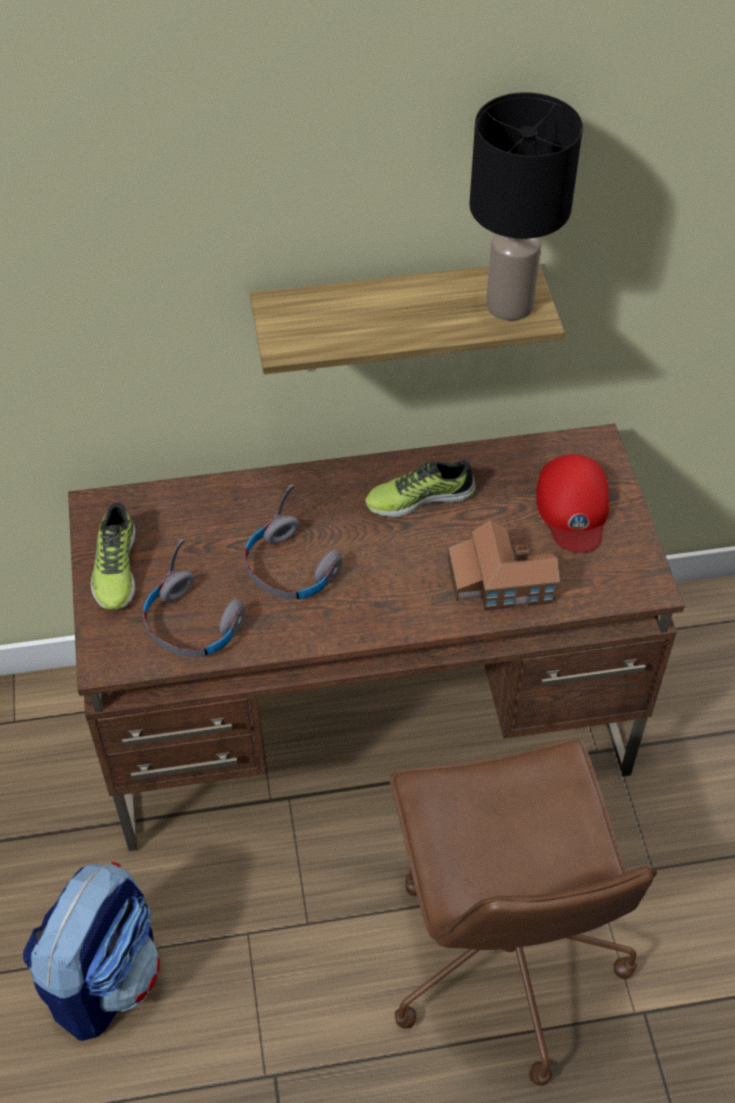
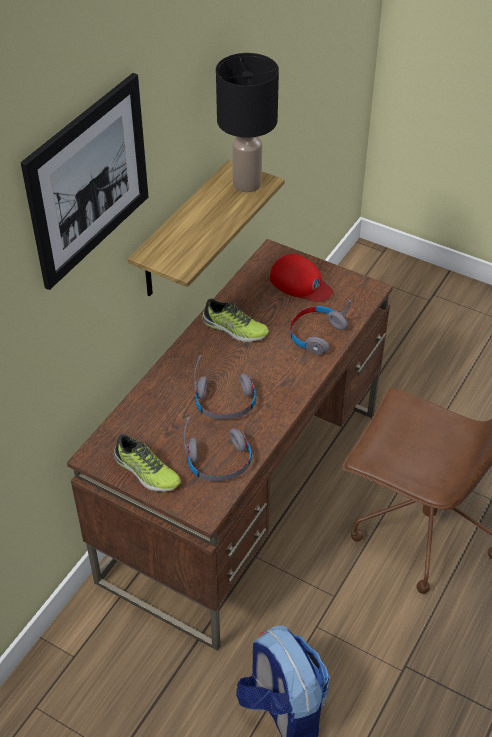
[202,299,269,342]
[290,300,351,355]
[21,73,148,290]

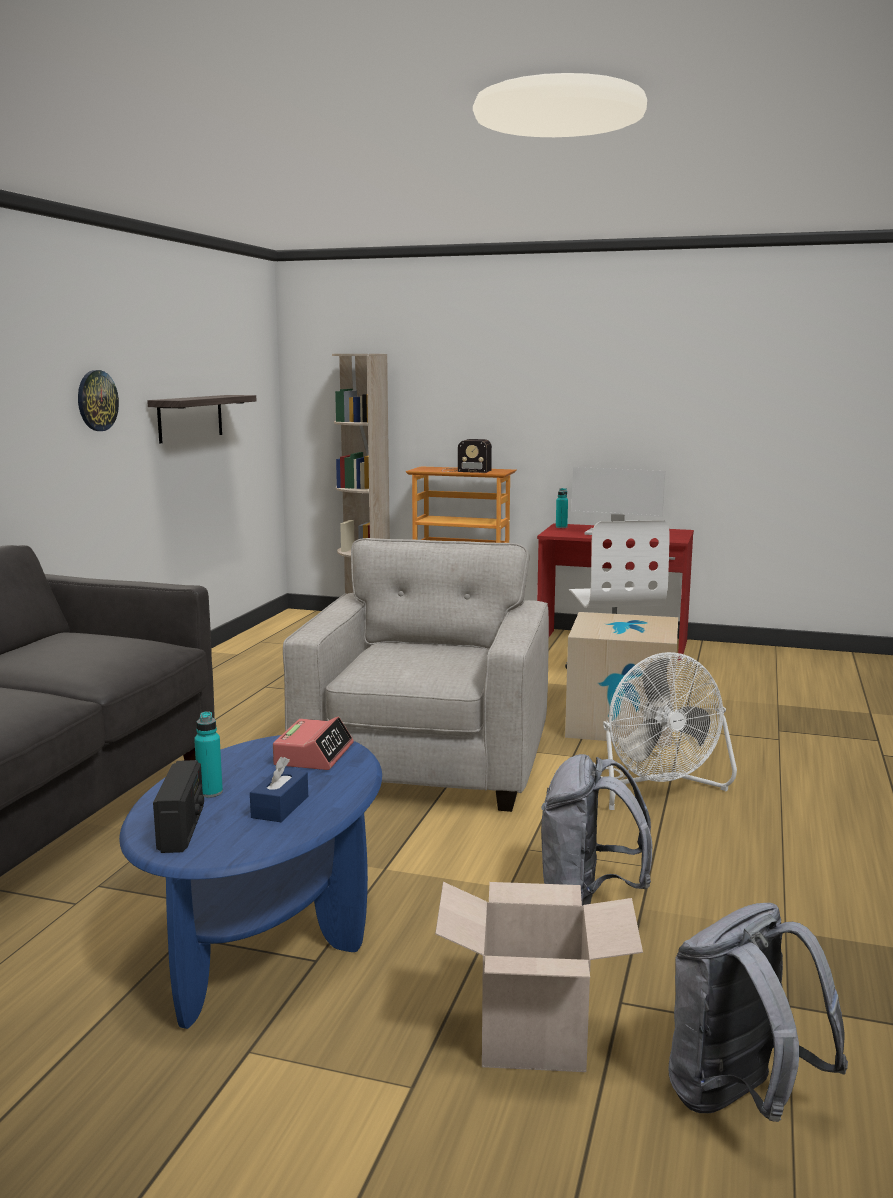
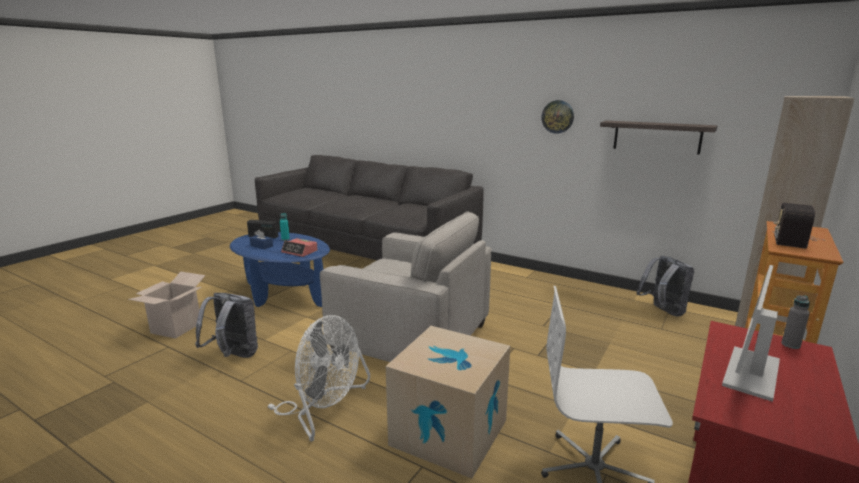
[781,295,810,349]
[268,315,370,442]
[637,256,694,317]

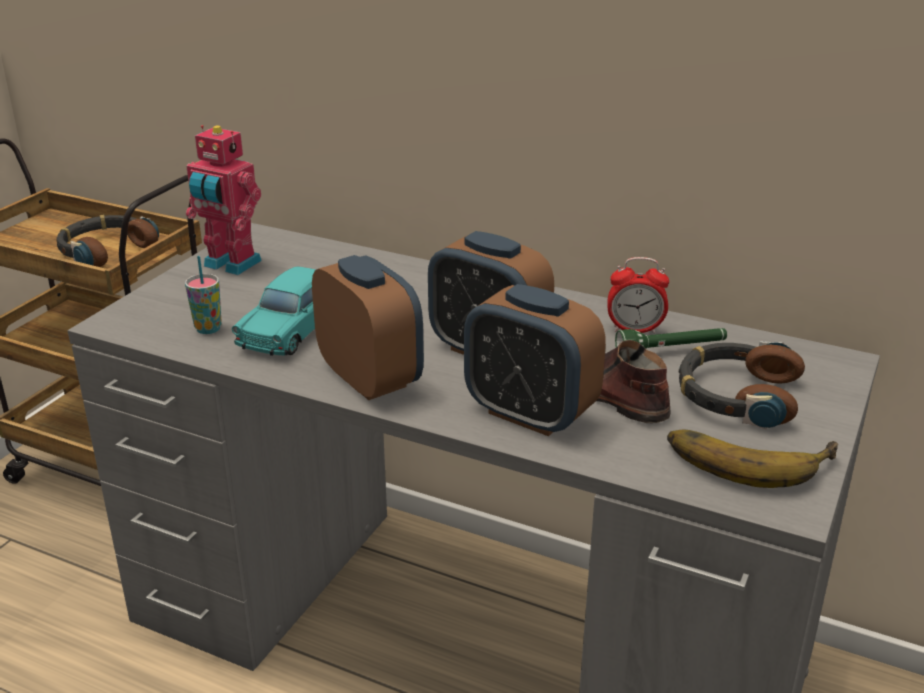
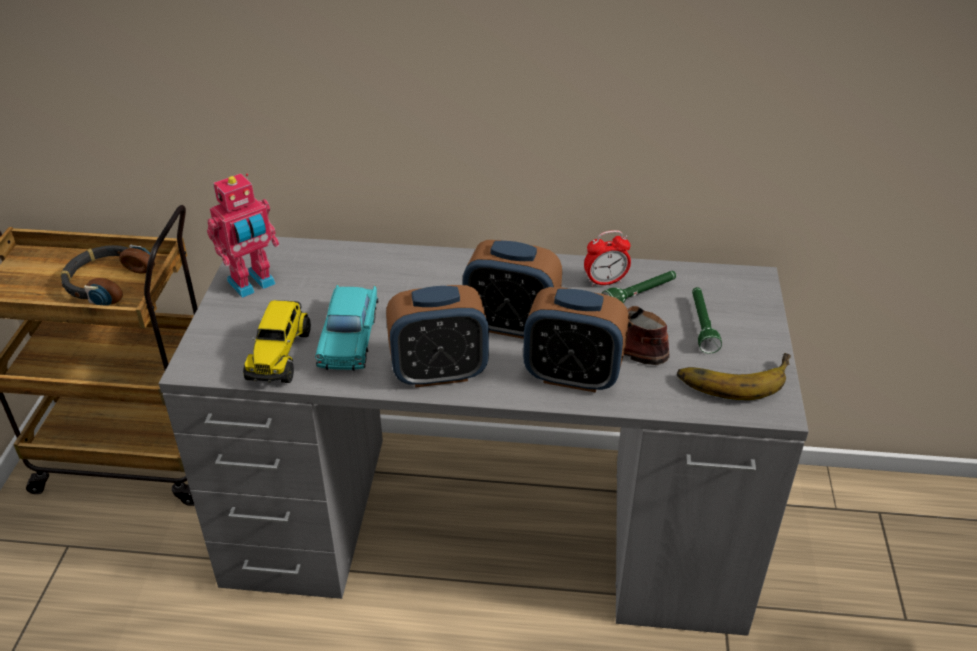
[243,300,311,383]
[207,173,279,298]
[386,285,489,387]
[692,287,722,354]

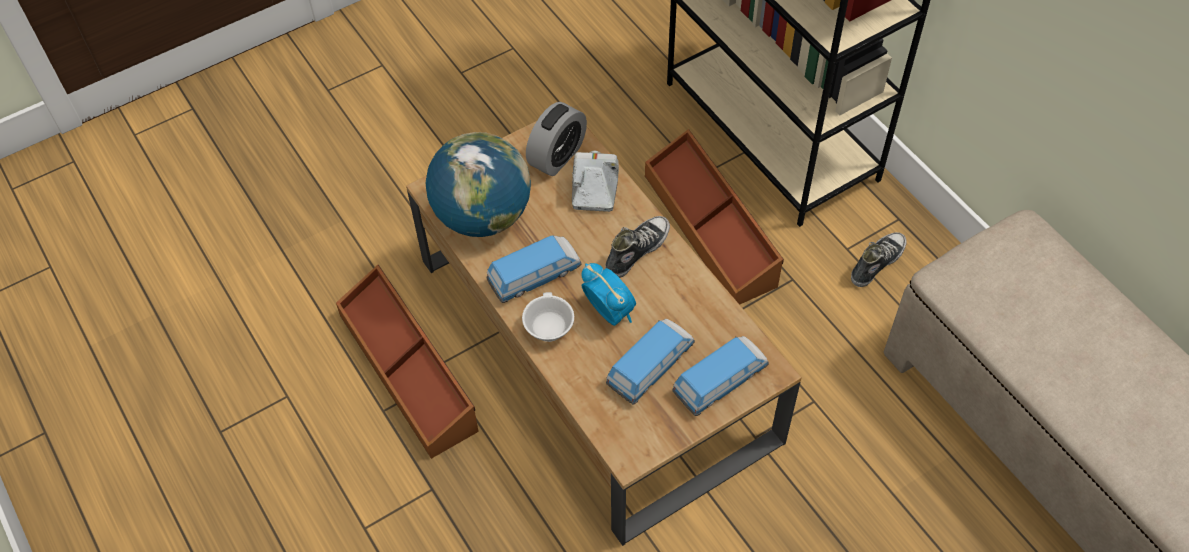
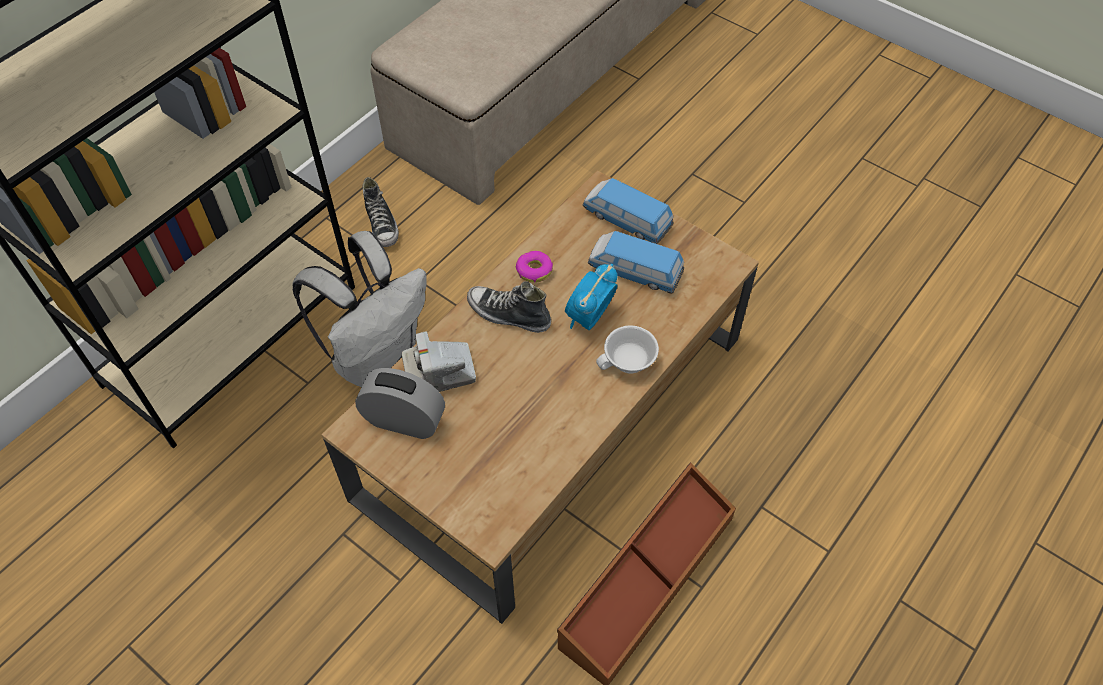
[426,132,531,237] (first image)
[487,235,582,303] (first image)
[293,231,427,387]
[362,177,399,247]
[516,251,553,283]

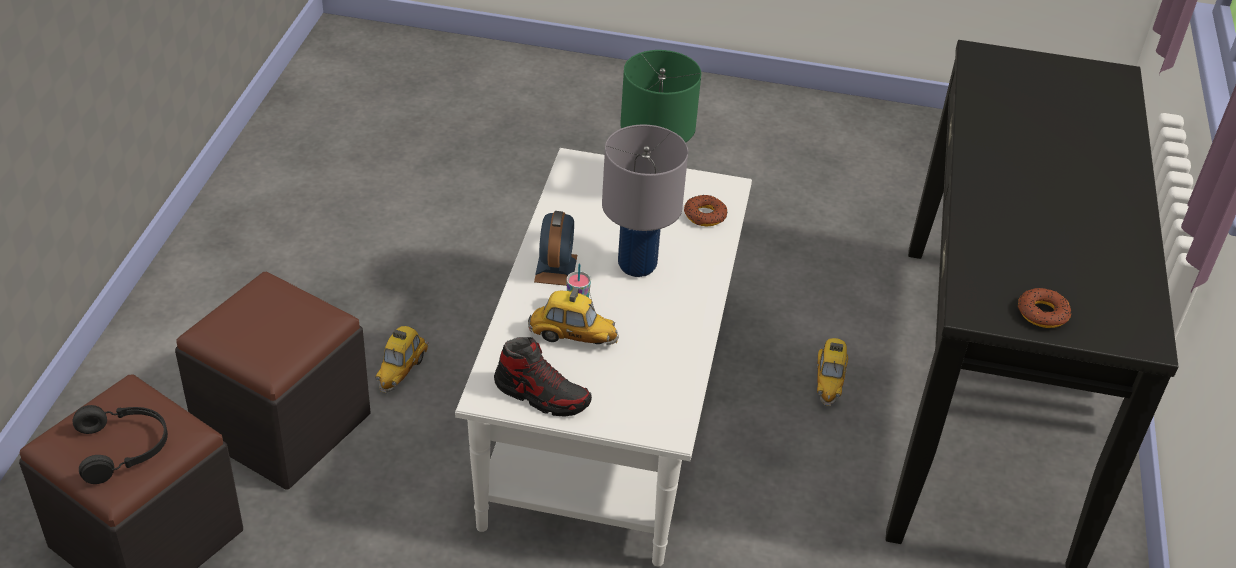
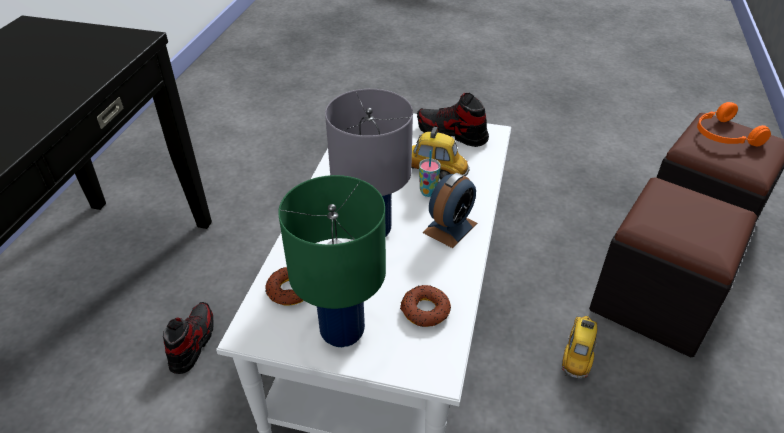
[697,102,771,146]
[423,173,477,248]
[163,302,214,374]
[400,285,451,327]

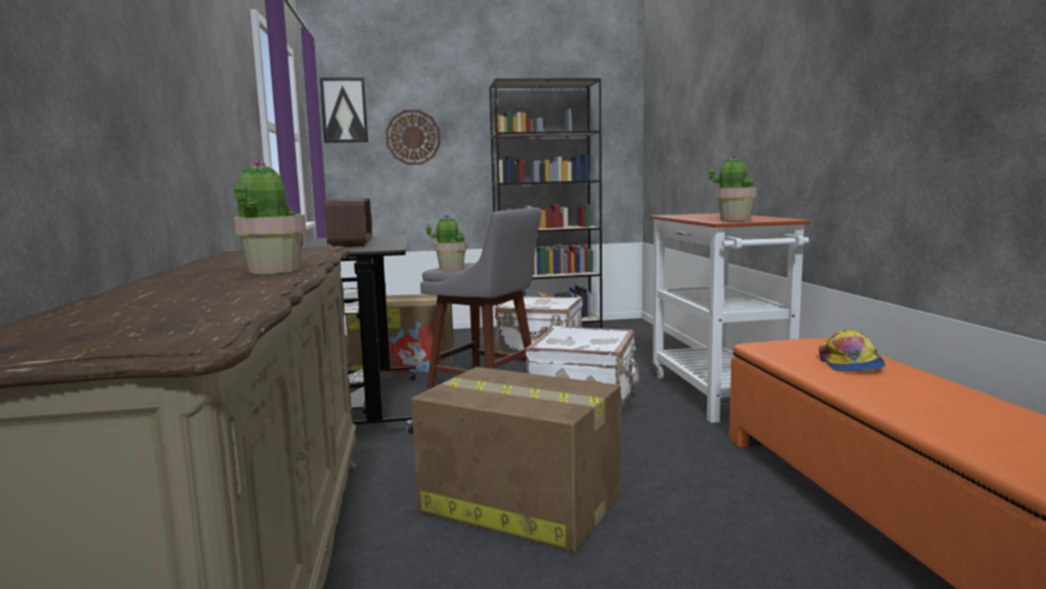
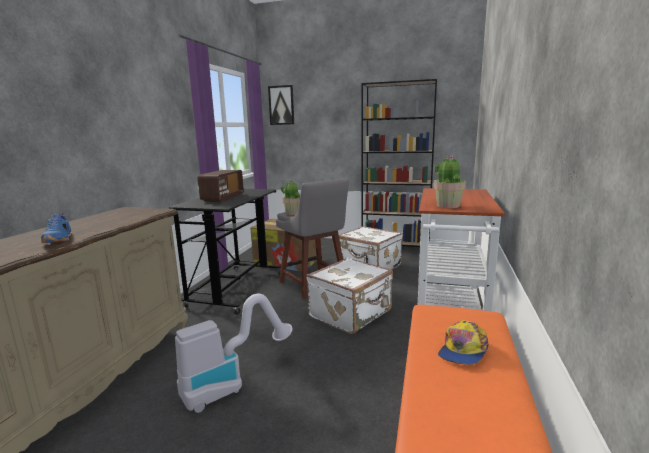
[41,213,72,243]
[386,110,441,165] (first image)
[175,294,293,413]

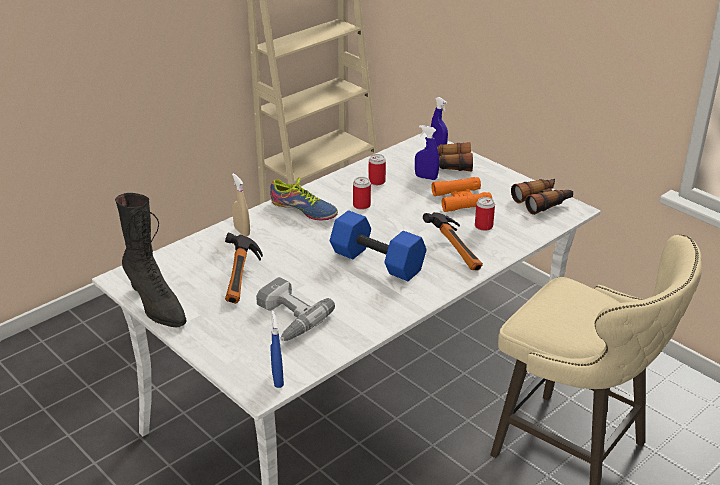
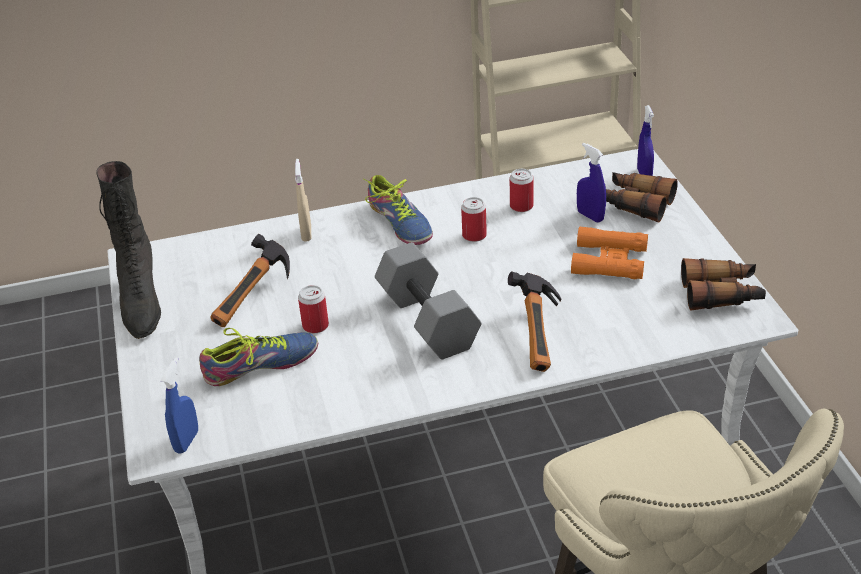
[199,328,318,386]
[375,242,481,359]
[298,285,329,333]

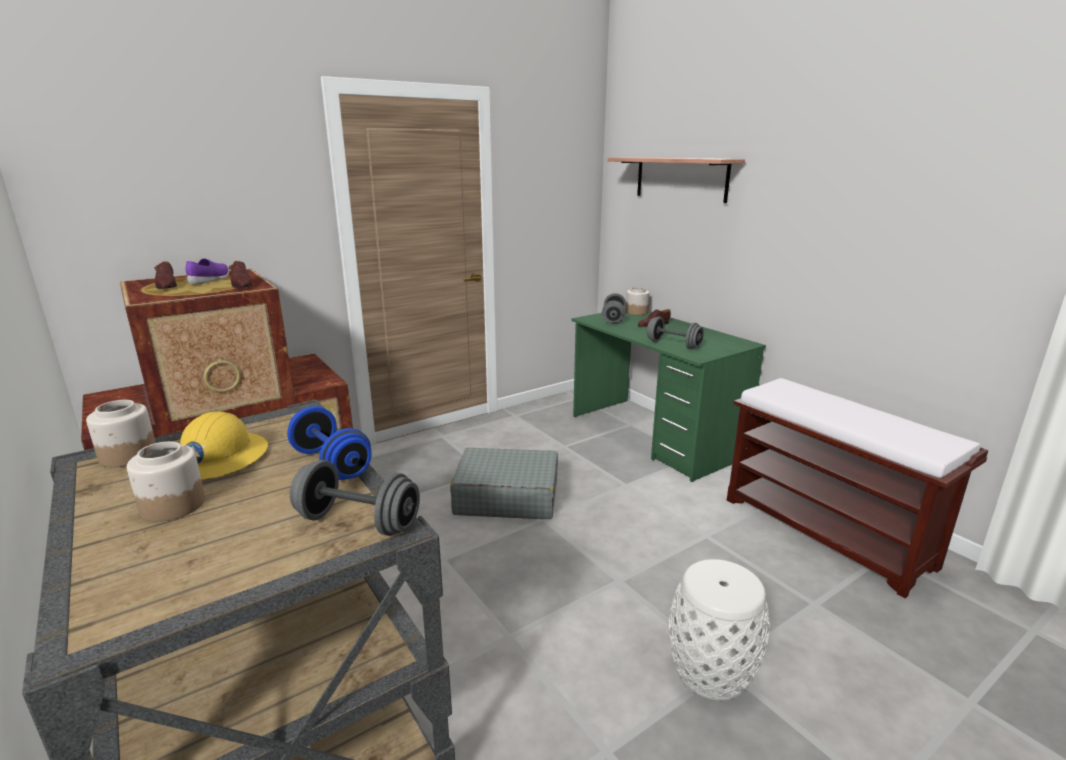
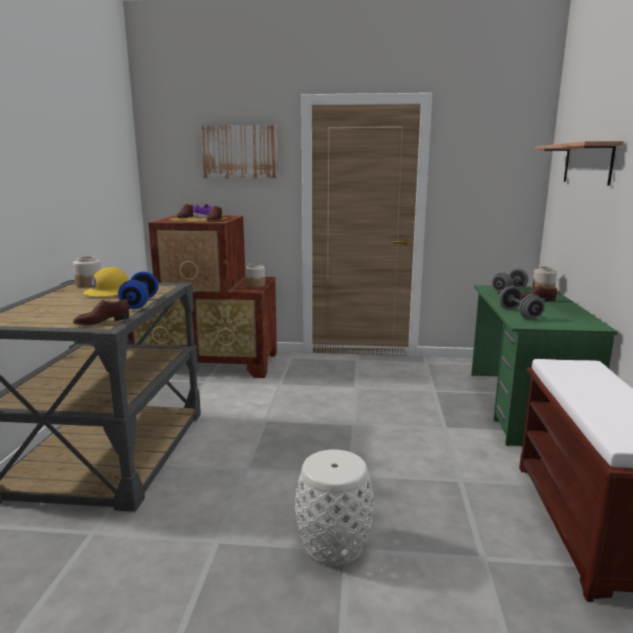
[245,263,265,287]
[73,299,129,325]
[450,448,558,519] (first image)
[201,125,278,178]

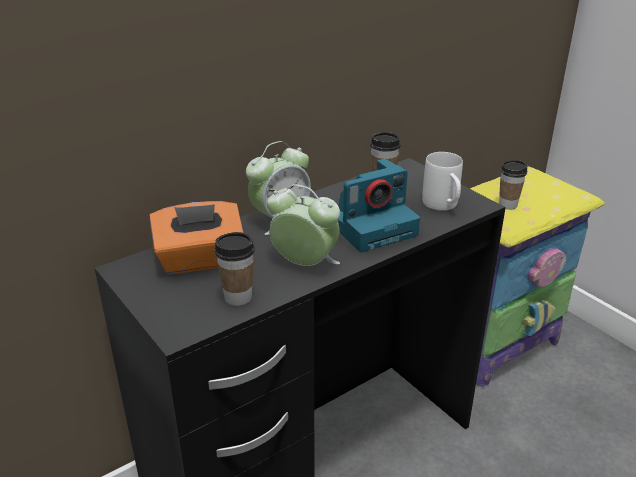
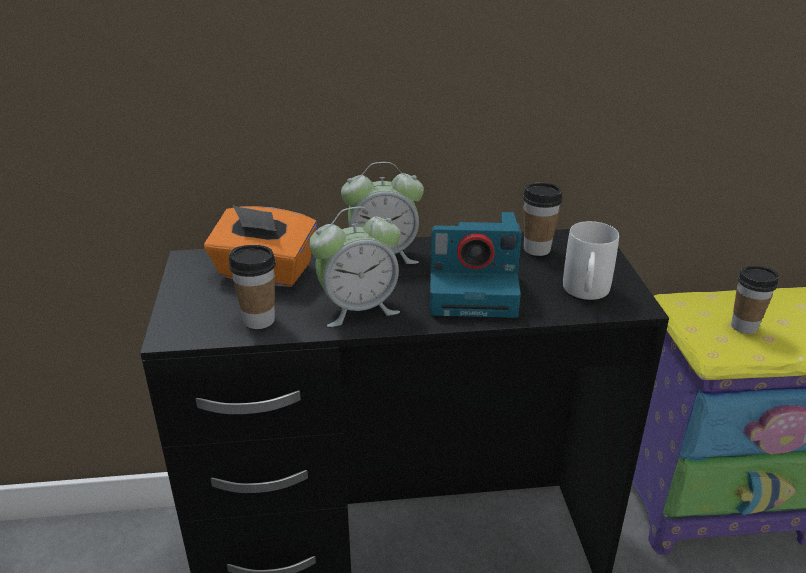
[309,207,400,327]

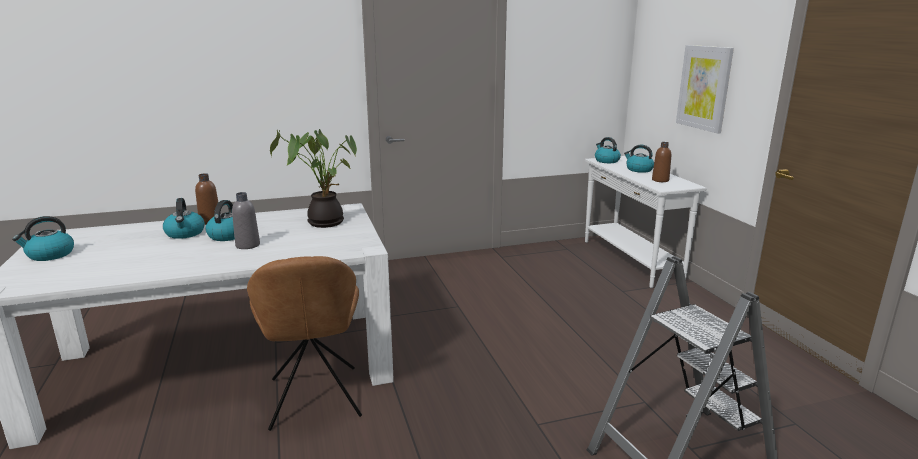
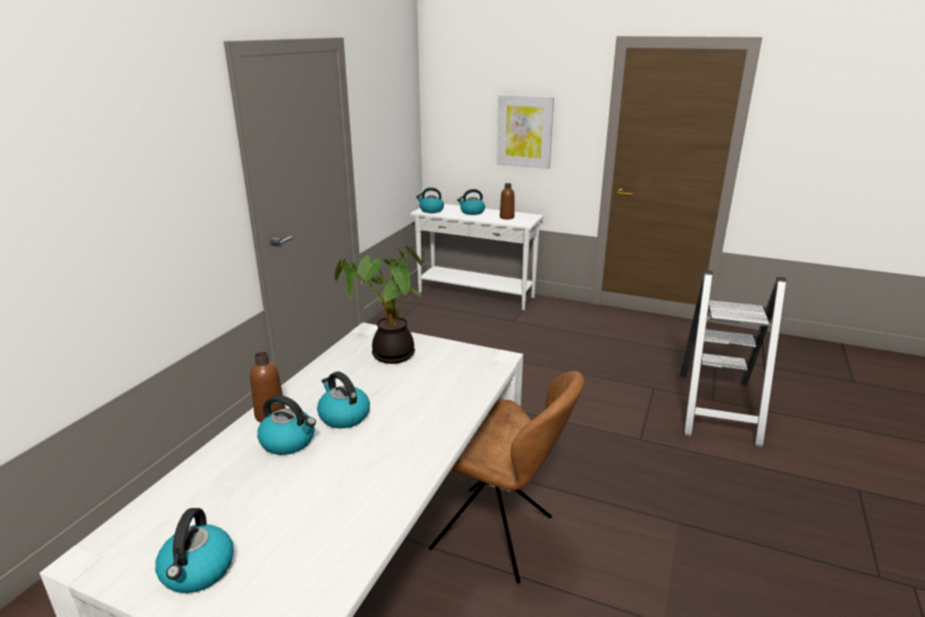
[232,192,260,249] (first image)

